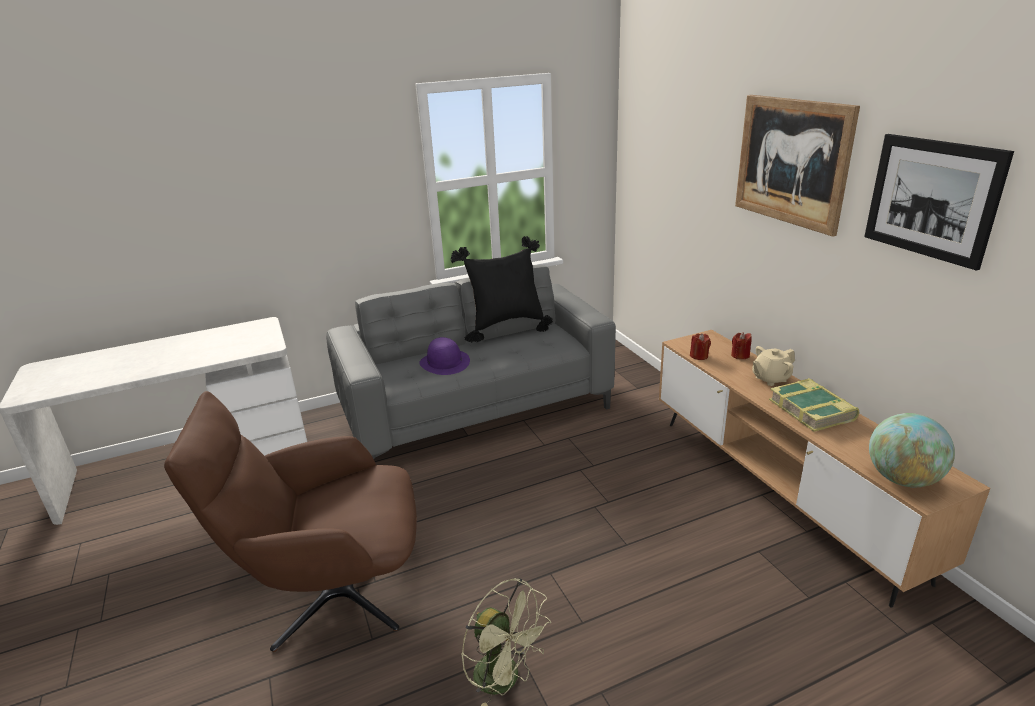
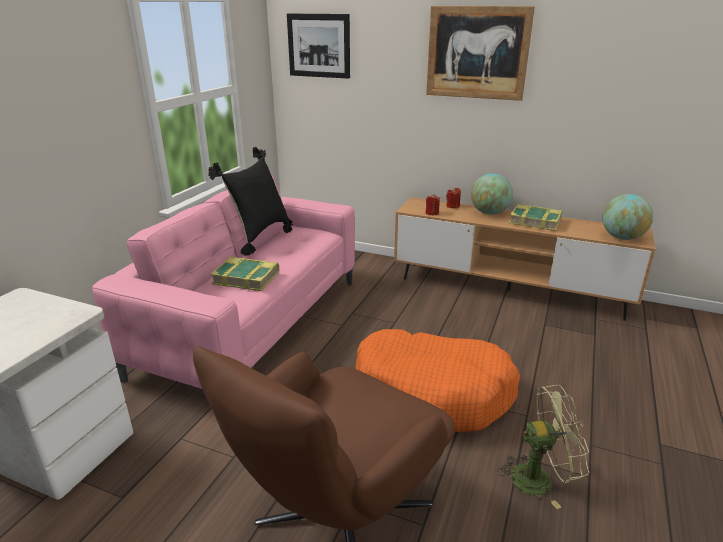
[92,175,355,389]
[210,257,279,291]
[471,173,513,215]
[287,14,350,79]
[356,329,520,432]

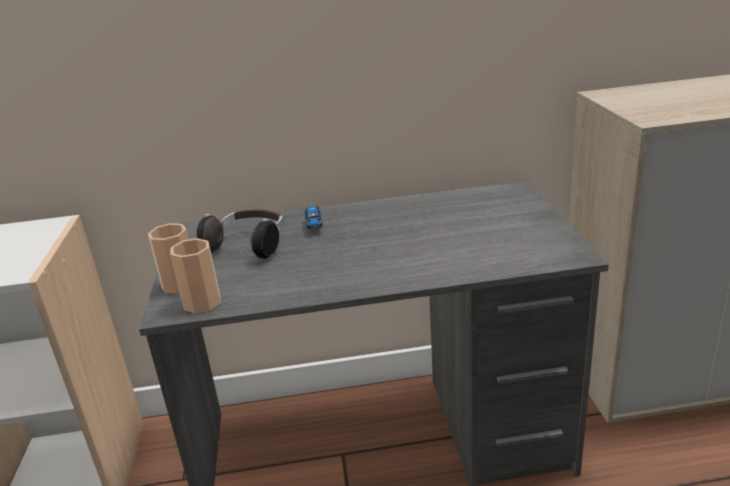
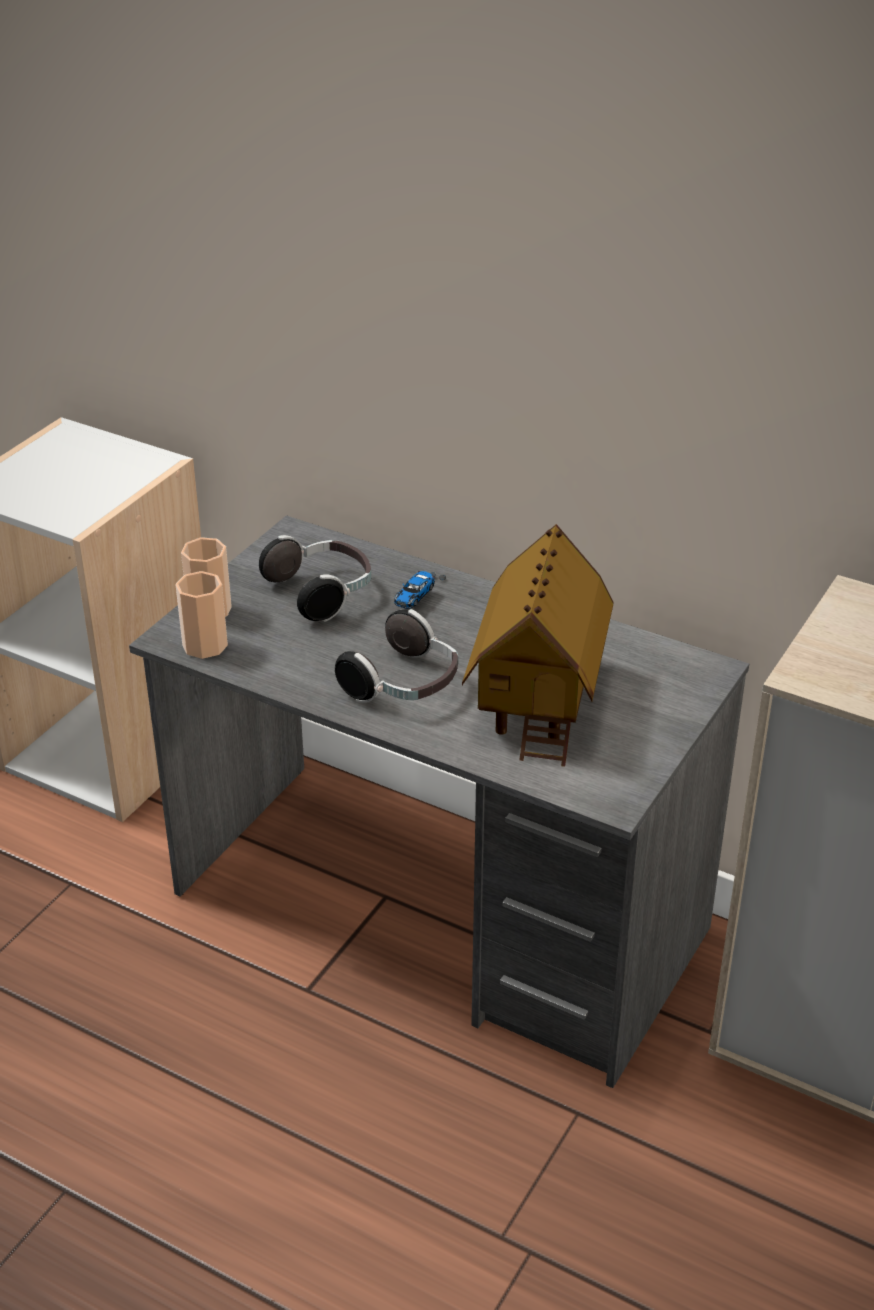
[335,609,458,703]
[462,524,613,767]

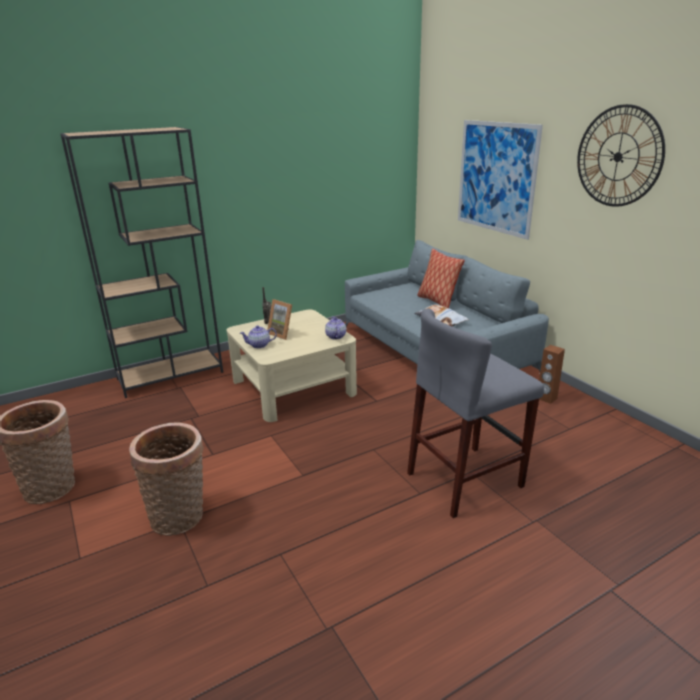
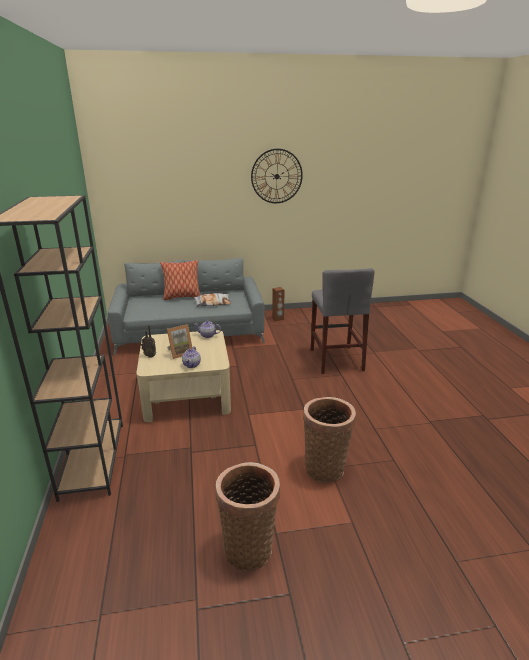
[458,120,543,240] (first image)

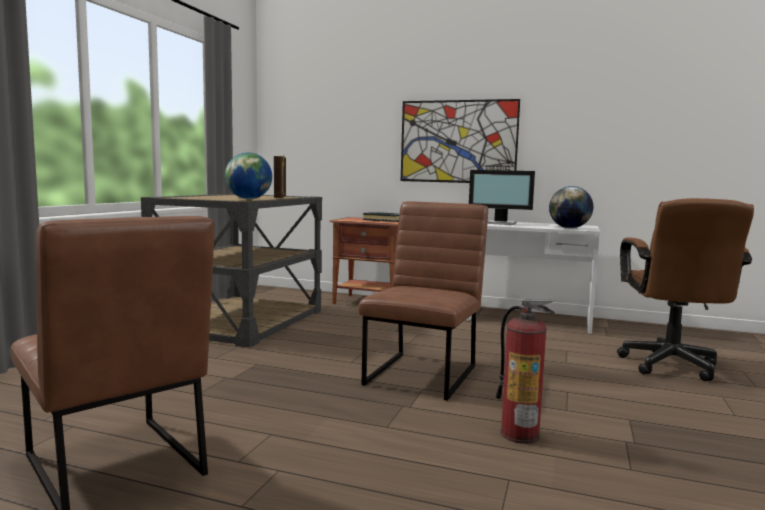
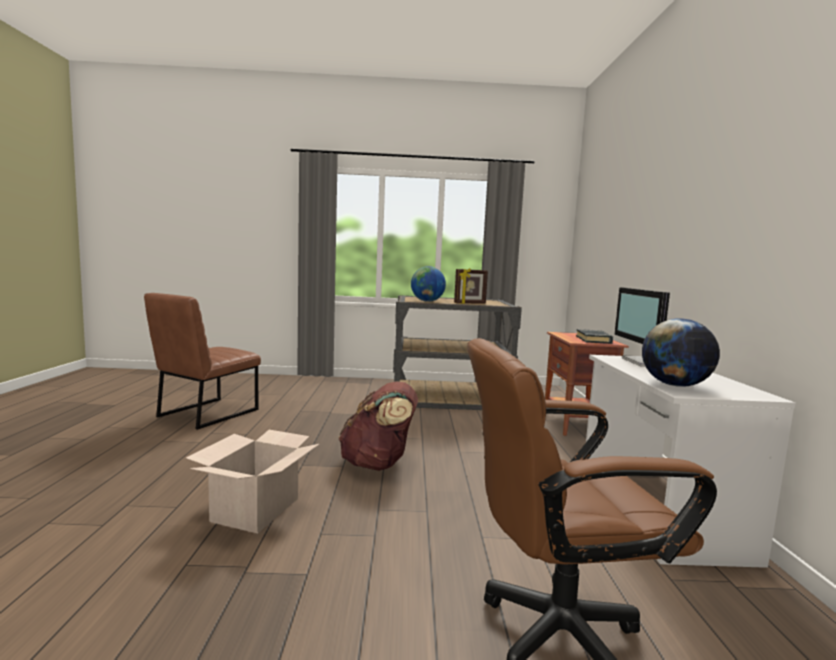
[339,381,418,471]
[401,99,520,183] (first image)
[186,430,319,533]

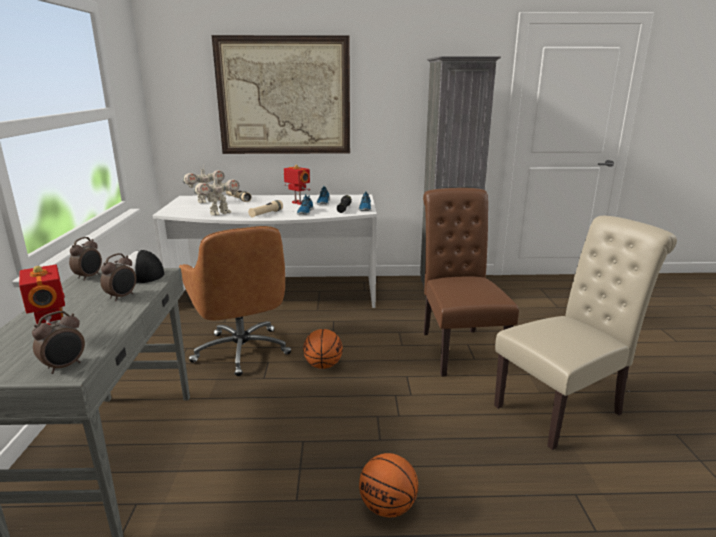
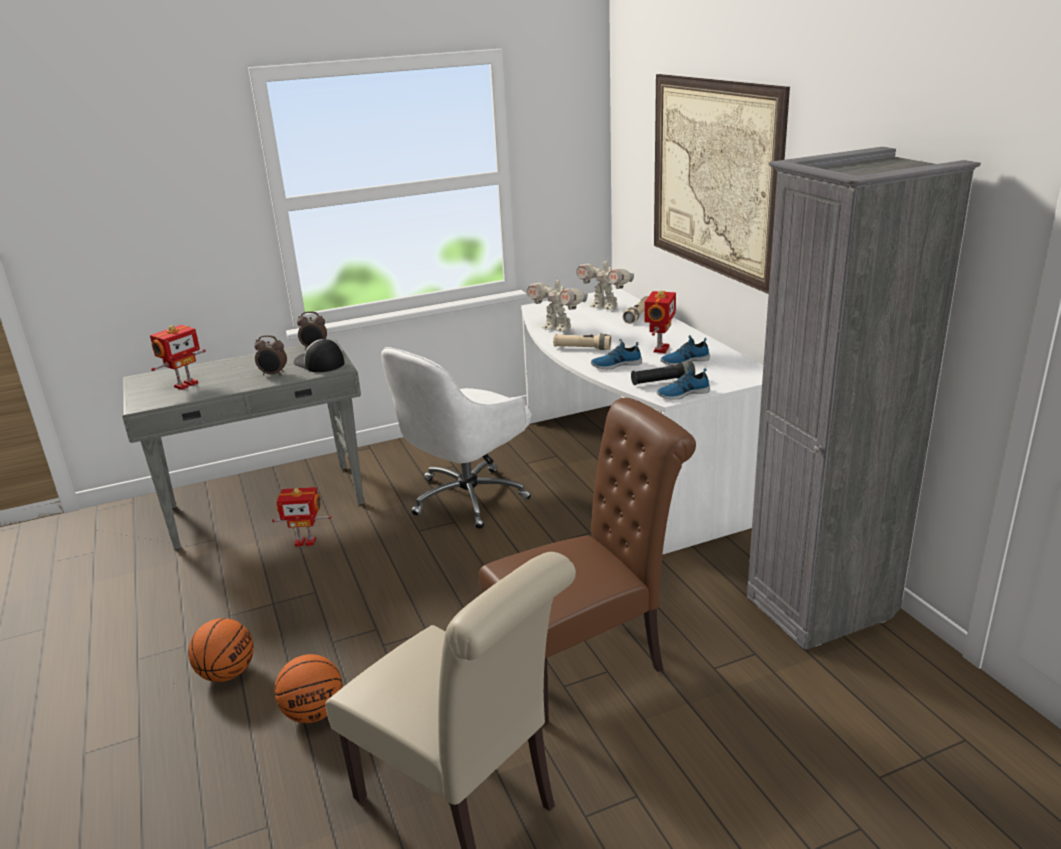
[32,311,85,374] (first image)
[381,347,532,529]
[274,654,343,723]
[272,487,331,547]

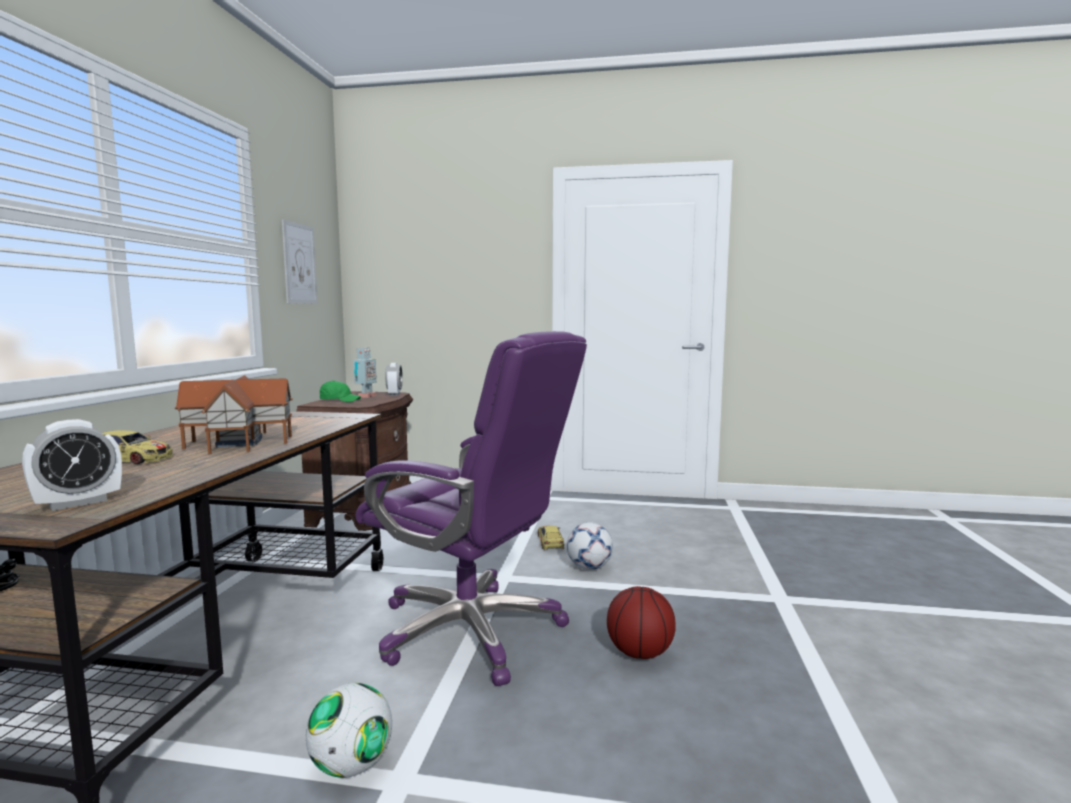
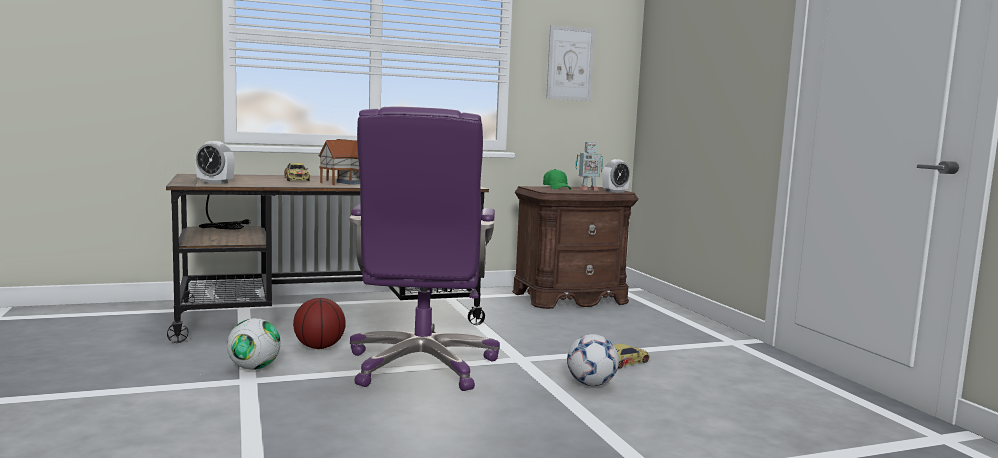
[293,298,346,349]

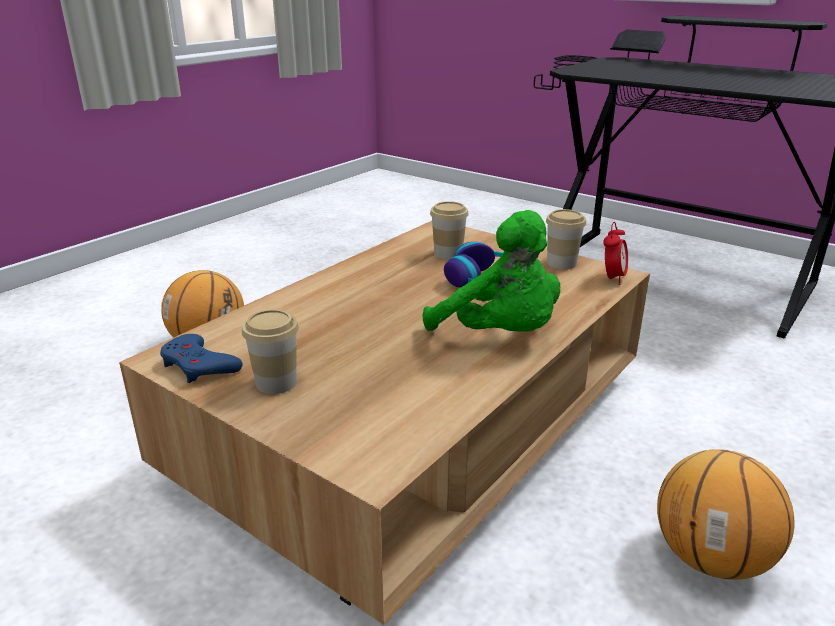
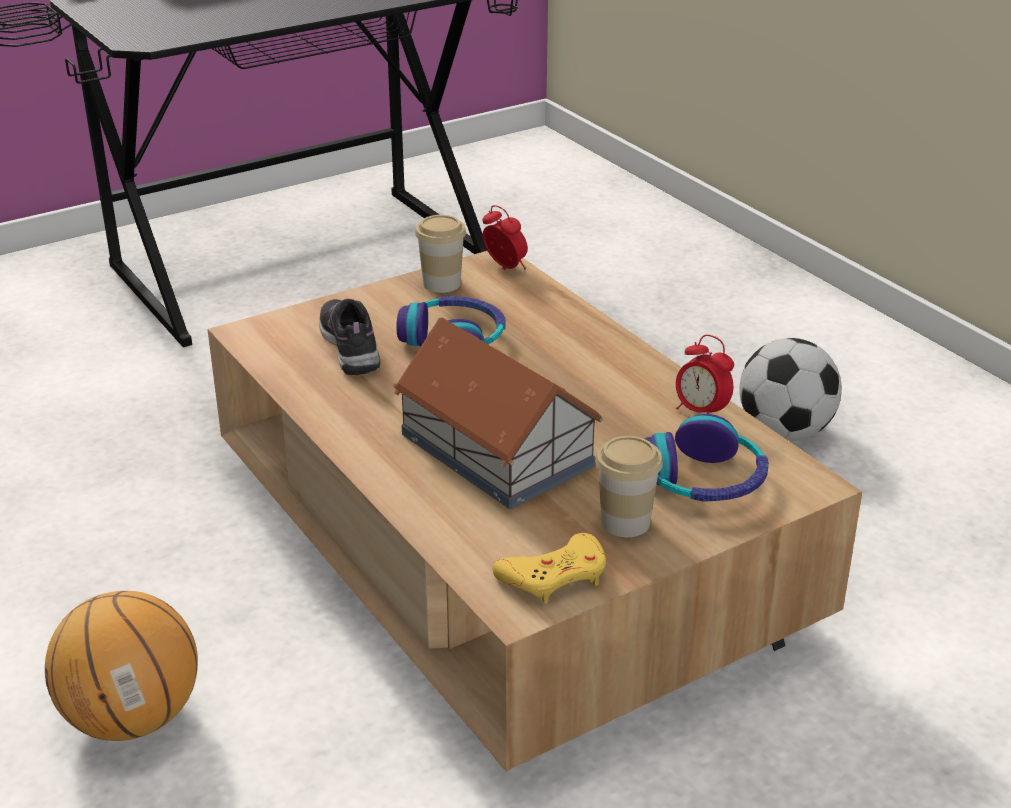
[493,533,606,604]
[423,210,560,332] (first image)
[319,299,380,375]
[739,338,842,440]
[393,318,603,509]
[645,414,769,502]
[676,335,734,414]

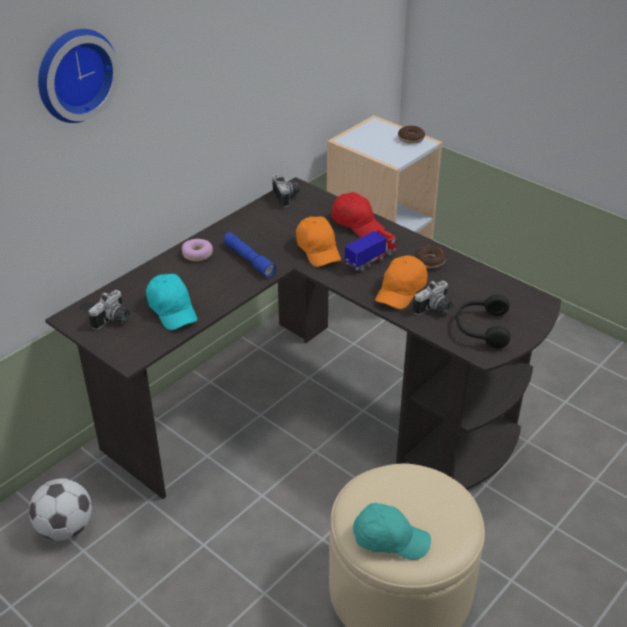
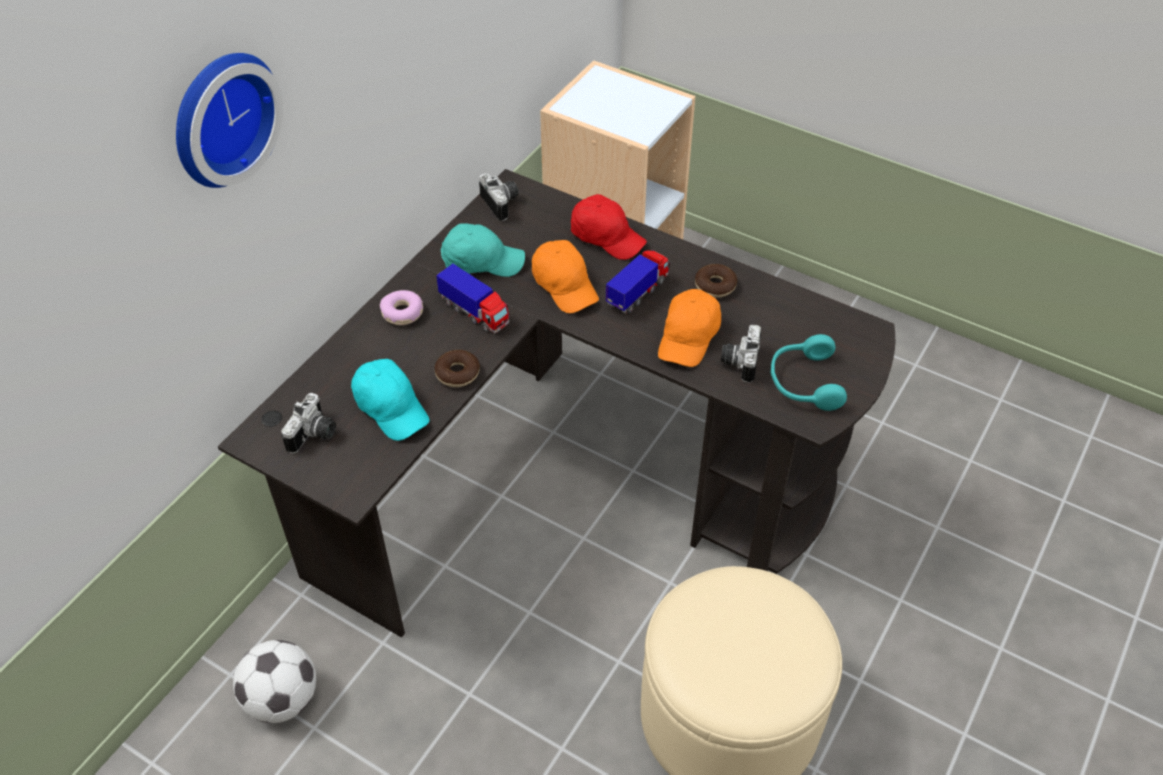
[436,264,509,333]
[441,223,525,277]
[435,350,480,387]
[721,325,761,383]
[770,334,847,411]

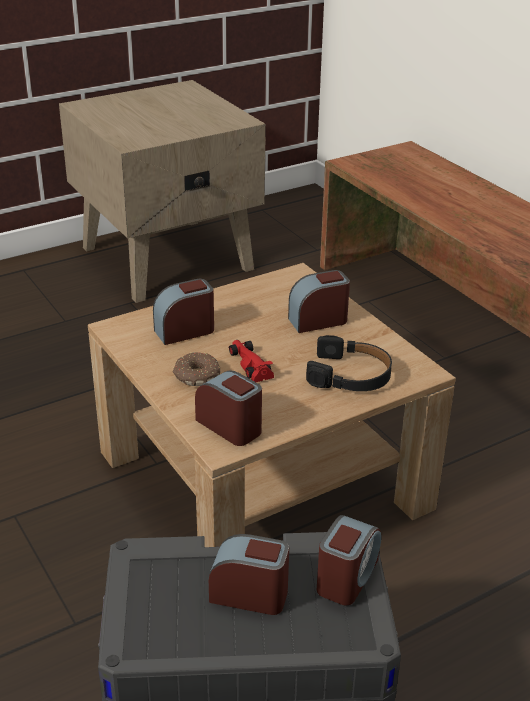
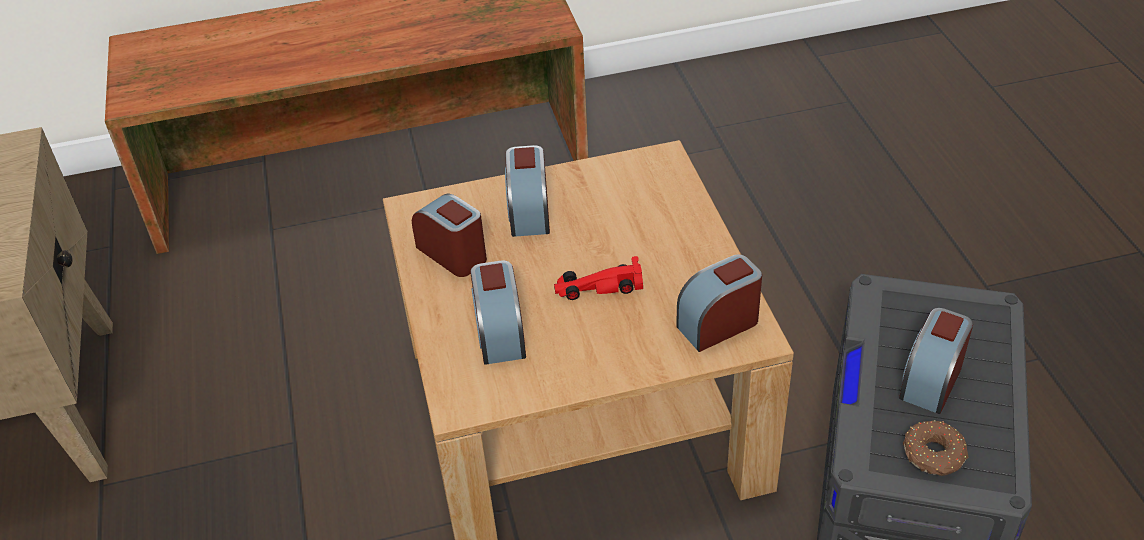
[903,420,968,476]
[306,335,392,391] (first image)
[412,193,487,277]

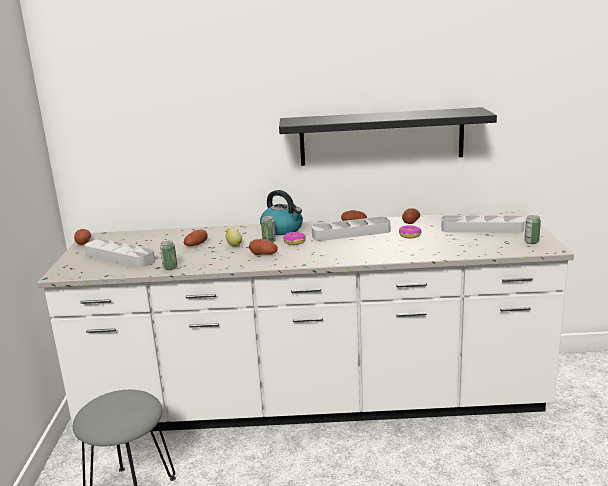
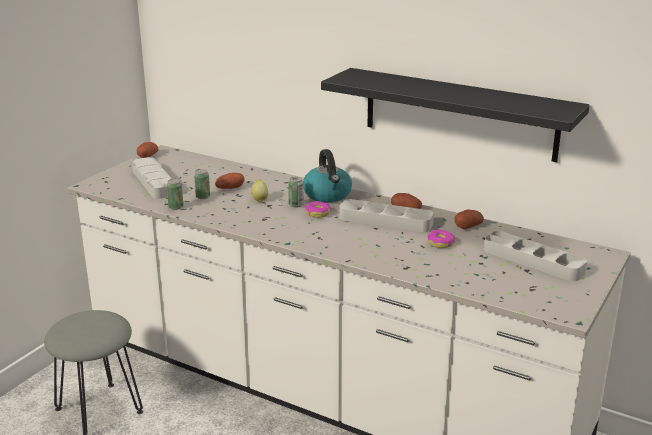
[249,239,278,255] (first image)
[194,169,210,199]

